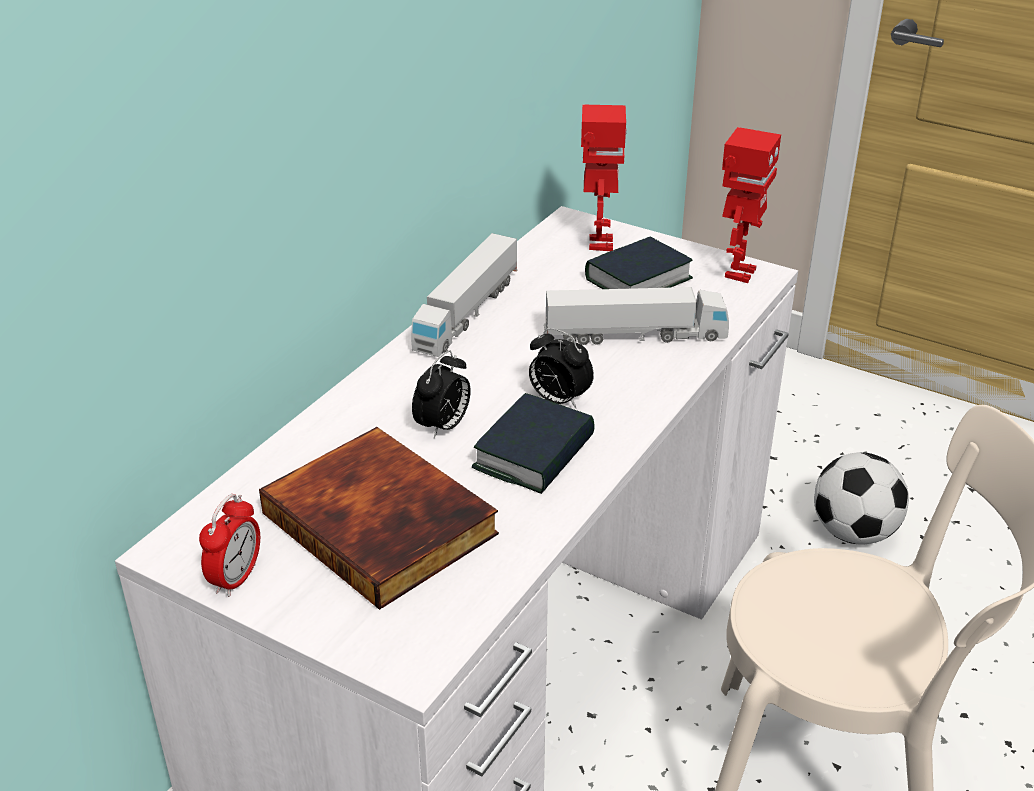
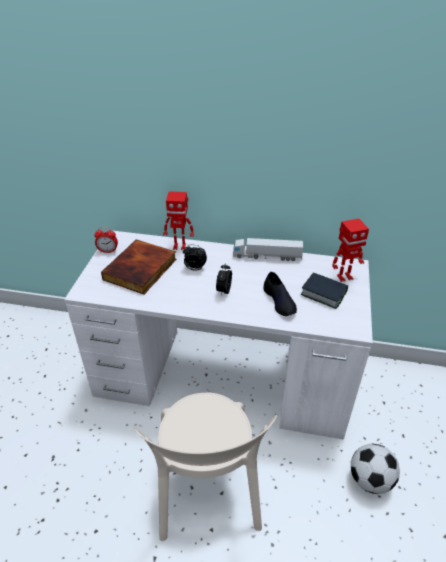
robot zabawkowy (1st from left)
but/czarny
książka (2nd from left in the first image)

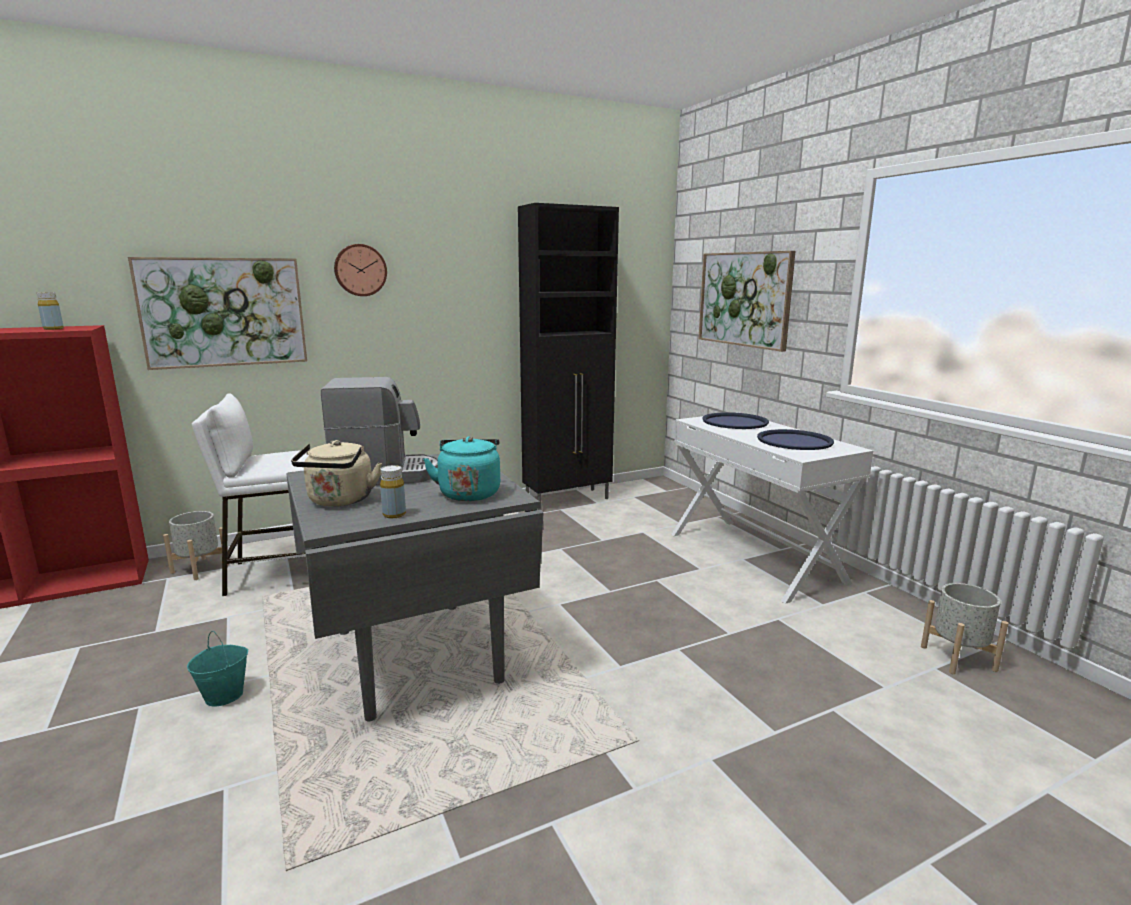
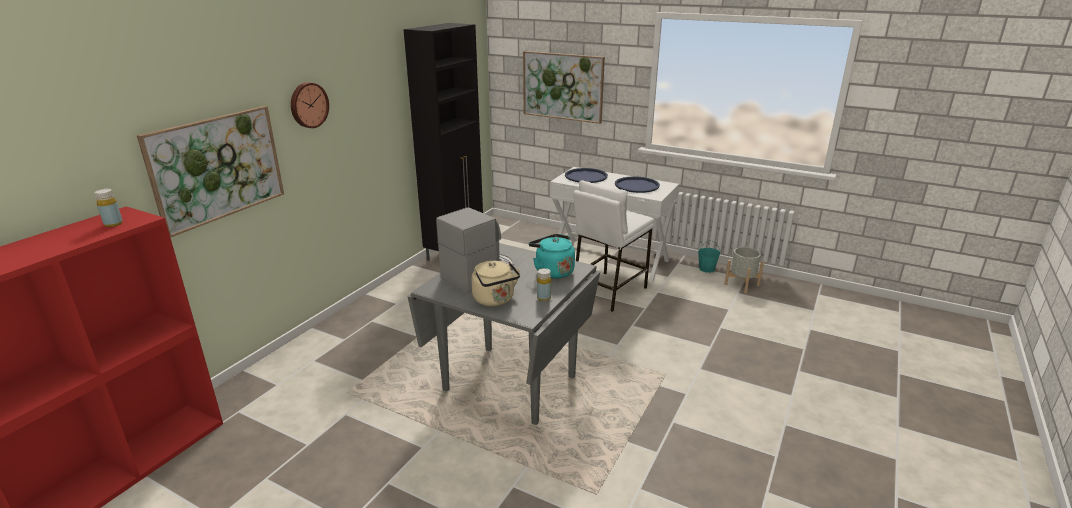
stołek/biały
donica/szary (1st from left in the first image)
wiadro/turkusowy

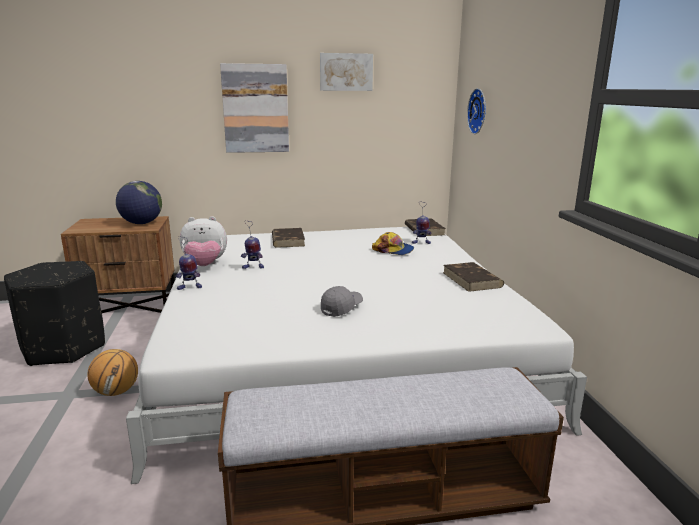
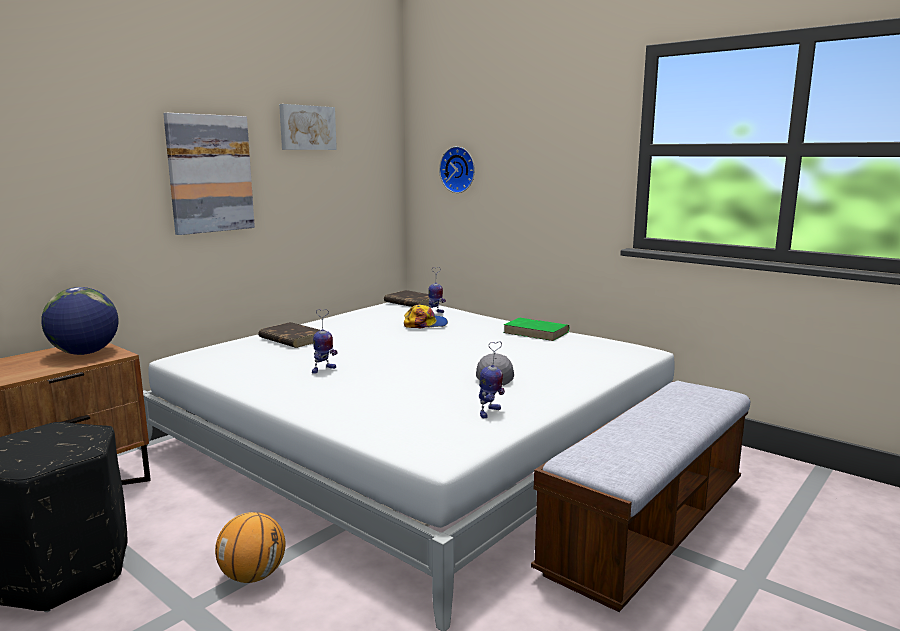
pluszak
robot zabawkowy (3rd from left)
książka/zielony

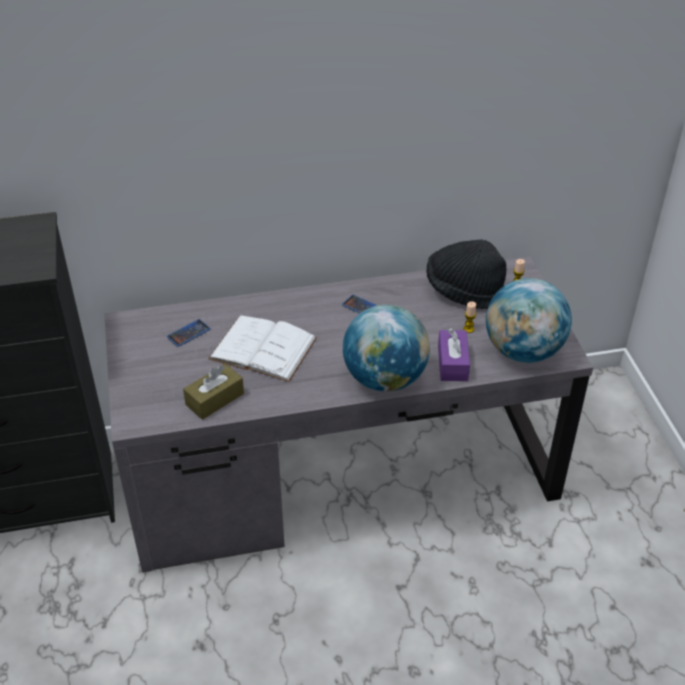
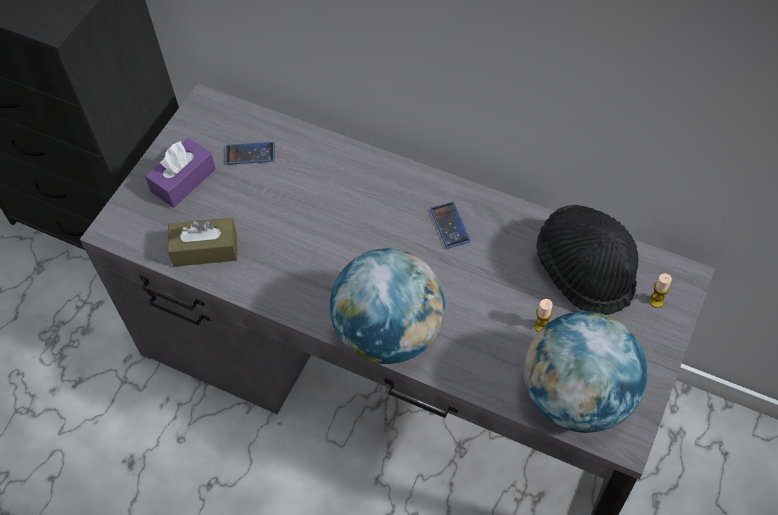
książka/biały
pudełko chusteczek/fioletowy

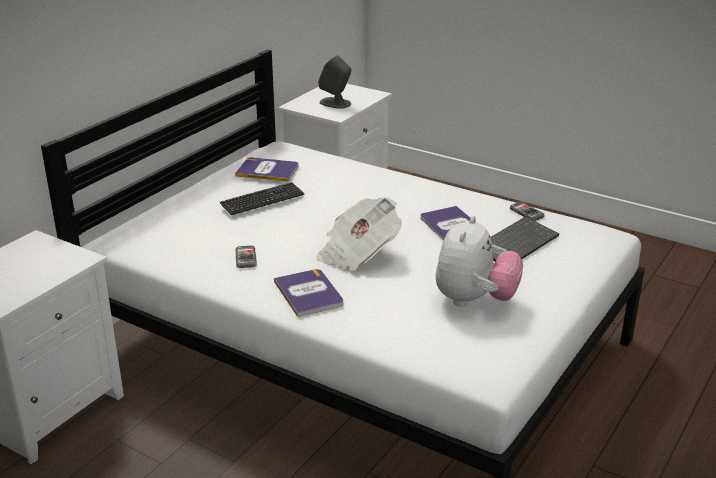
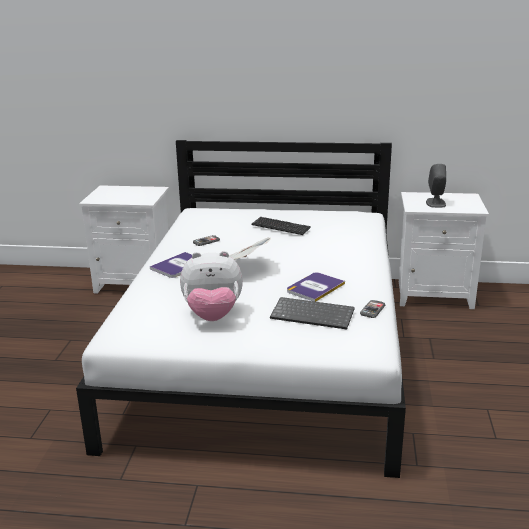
książka (1st from left in the first image)

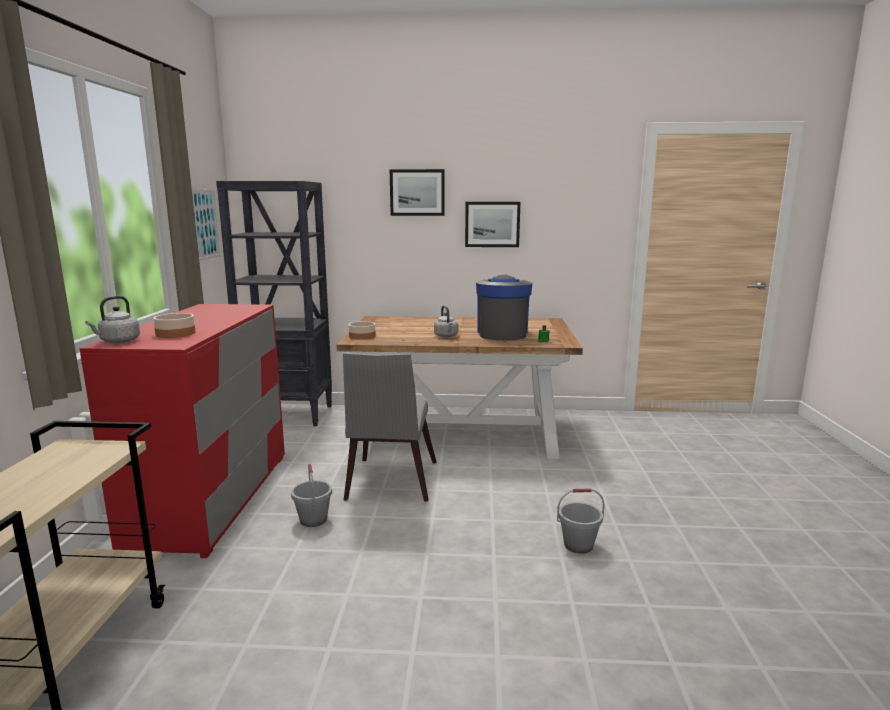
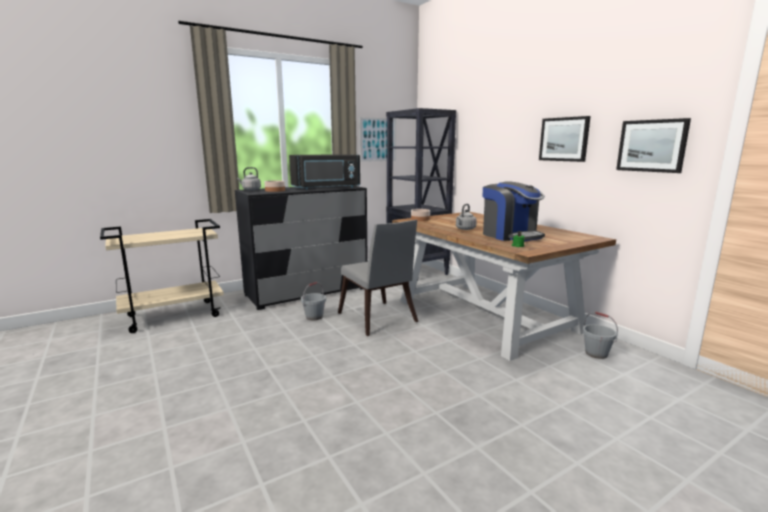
obraz (3rd from left)
ekspres do kawy
komoda/czarny
krzesło/szary
wiadro/szary (2nd from left)
mikrofalówka/czarny

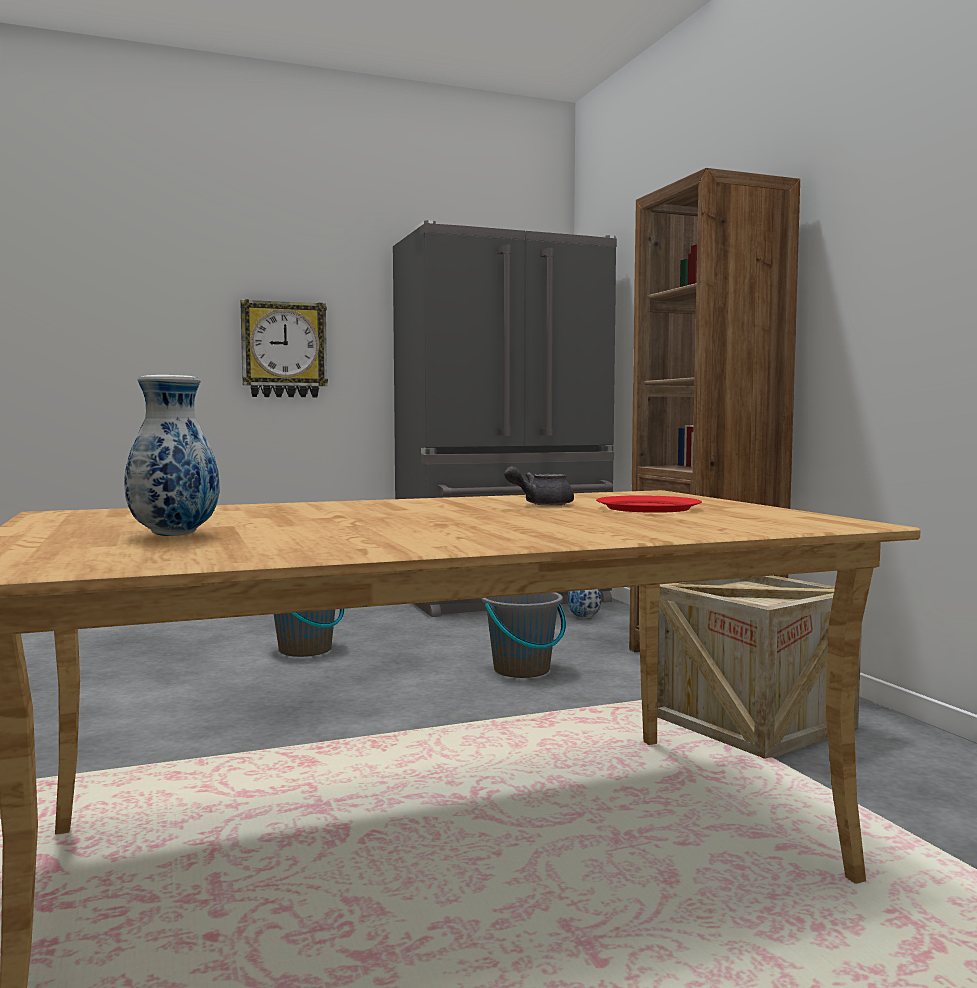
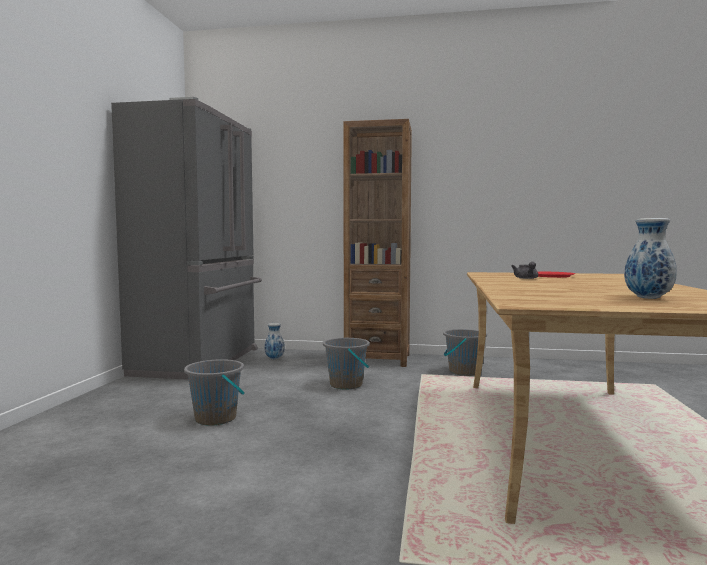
zegar ścienny
wiadro/szary (3rd from left)

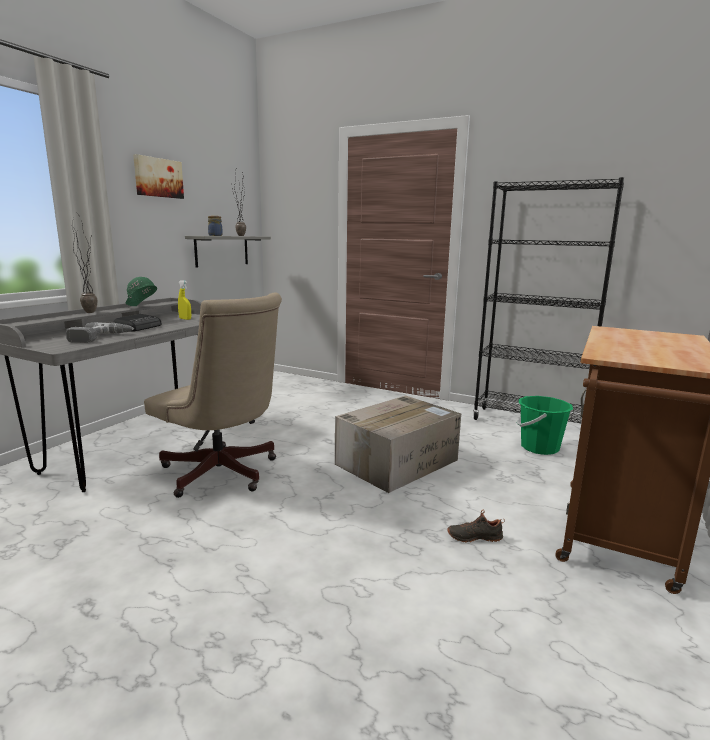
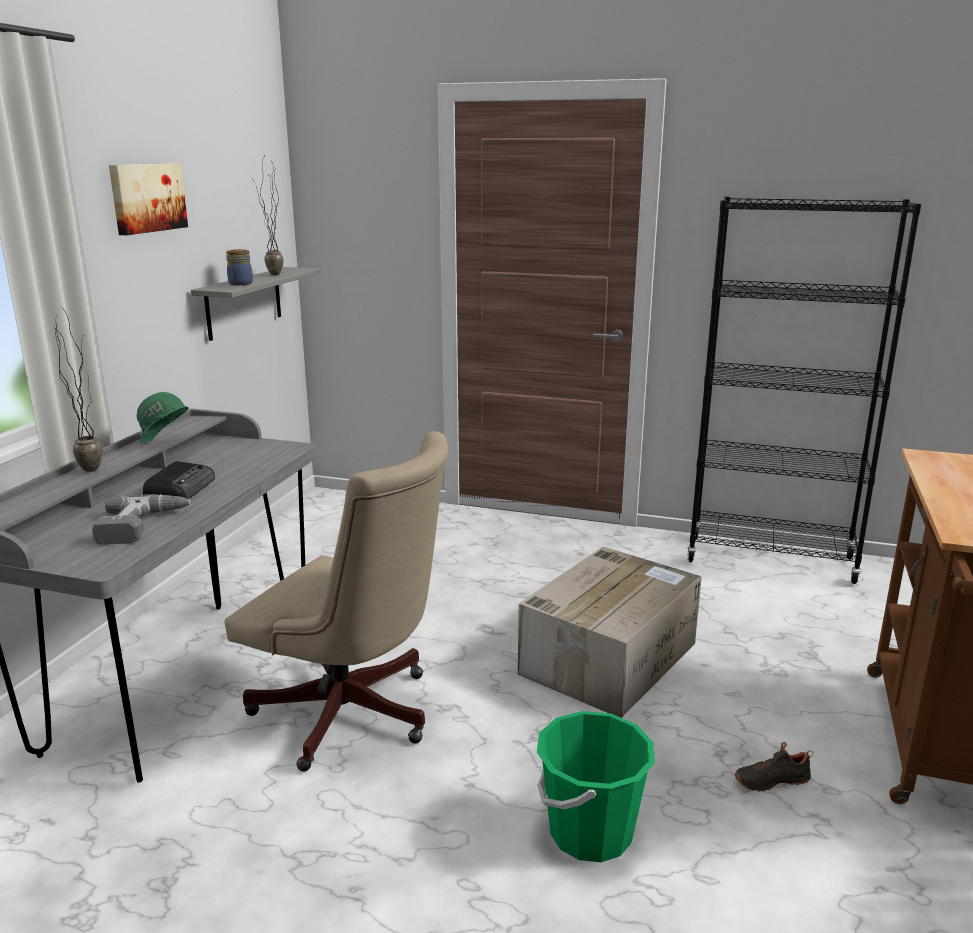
spryskiwacz/żółty
wiadro/zielony

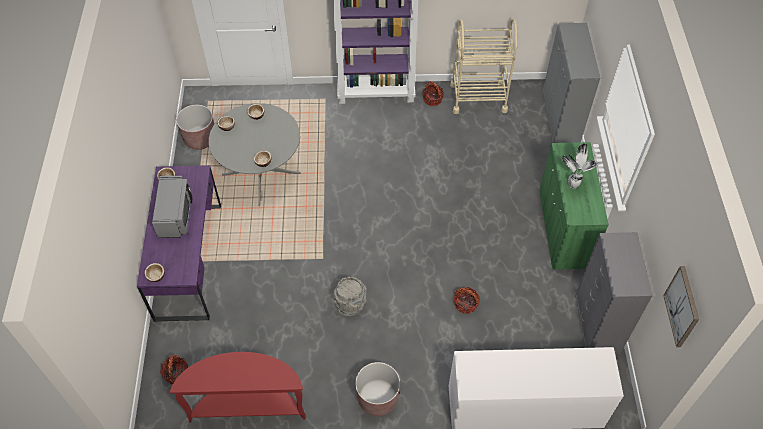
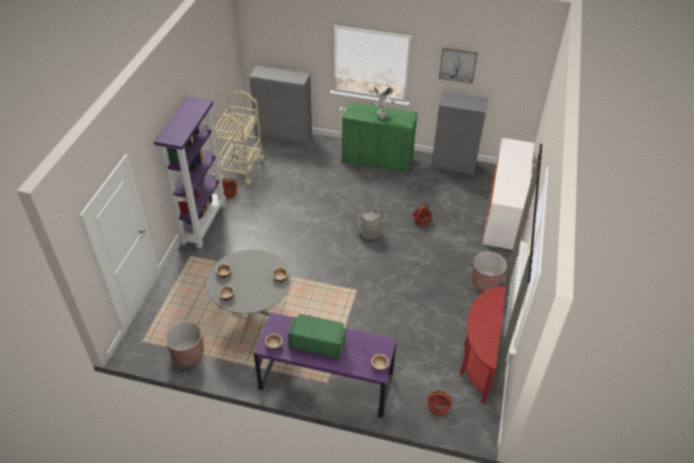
mikrofalówka/zielony
obraz
wiadro/szary

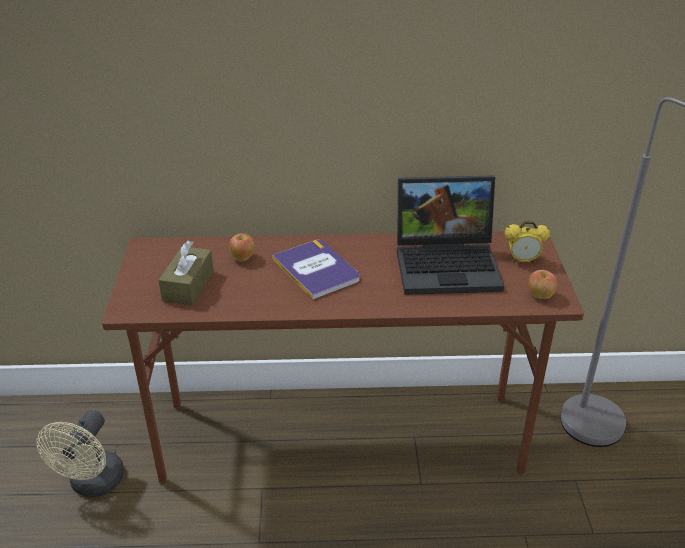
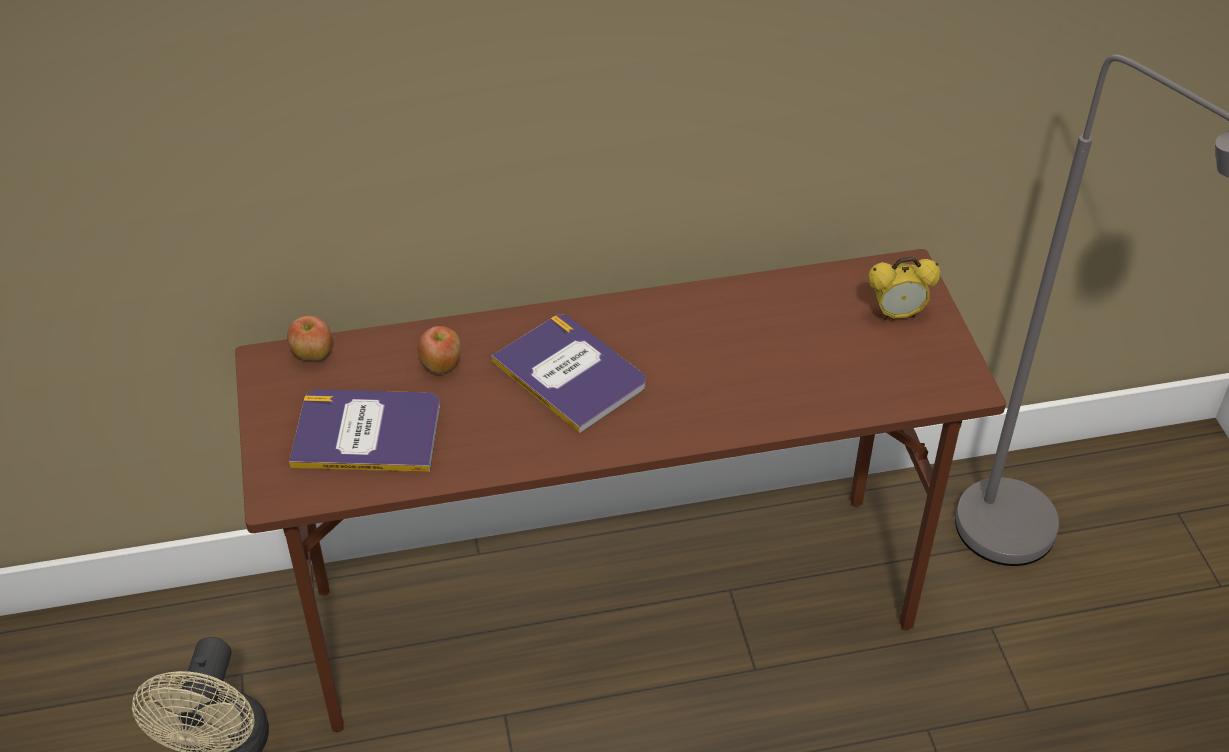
laptop
książka (1st from left)
jabłko (1st from left)

